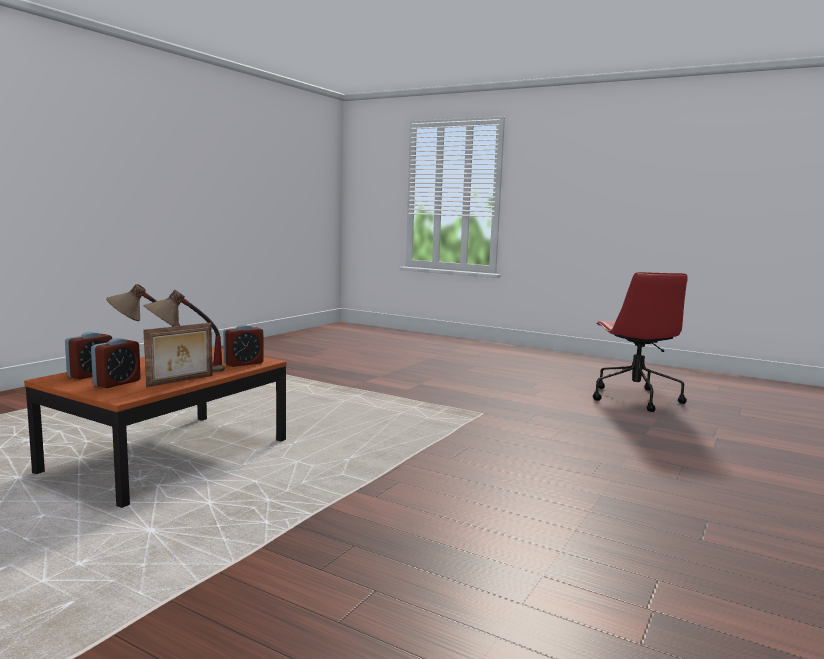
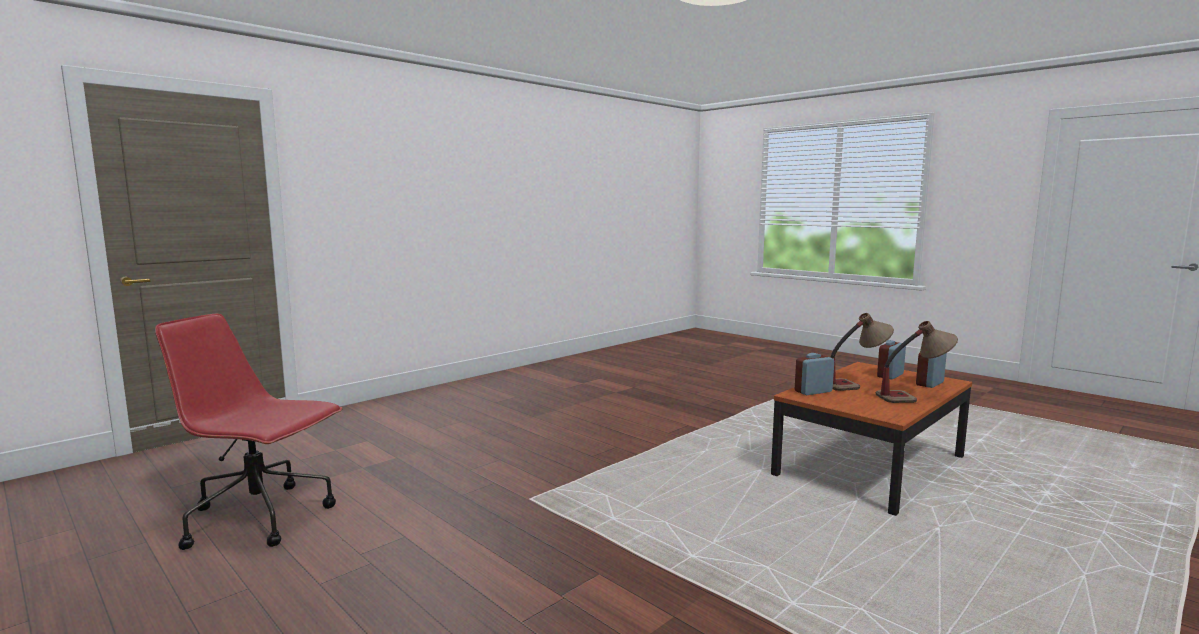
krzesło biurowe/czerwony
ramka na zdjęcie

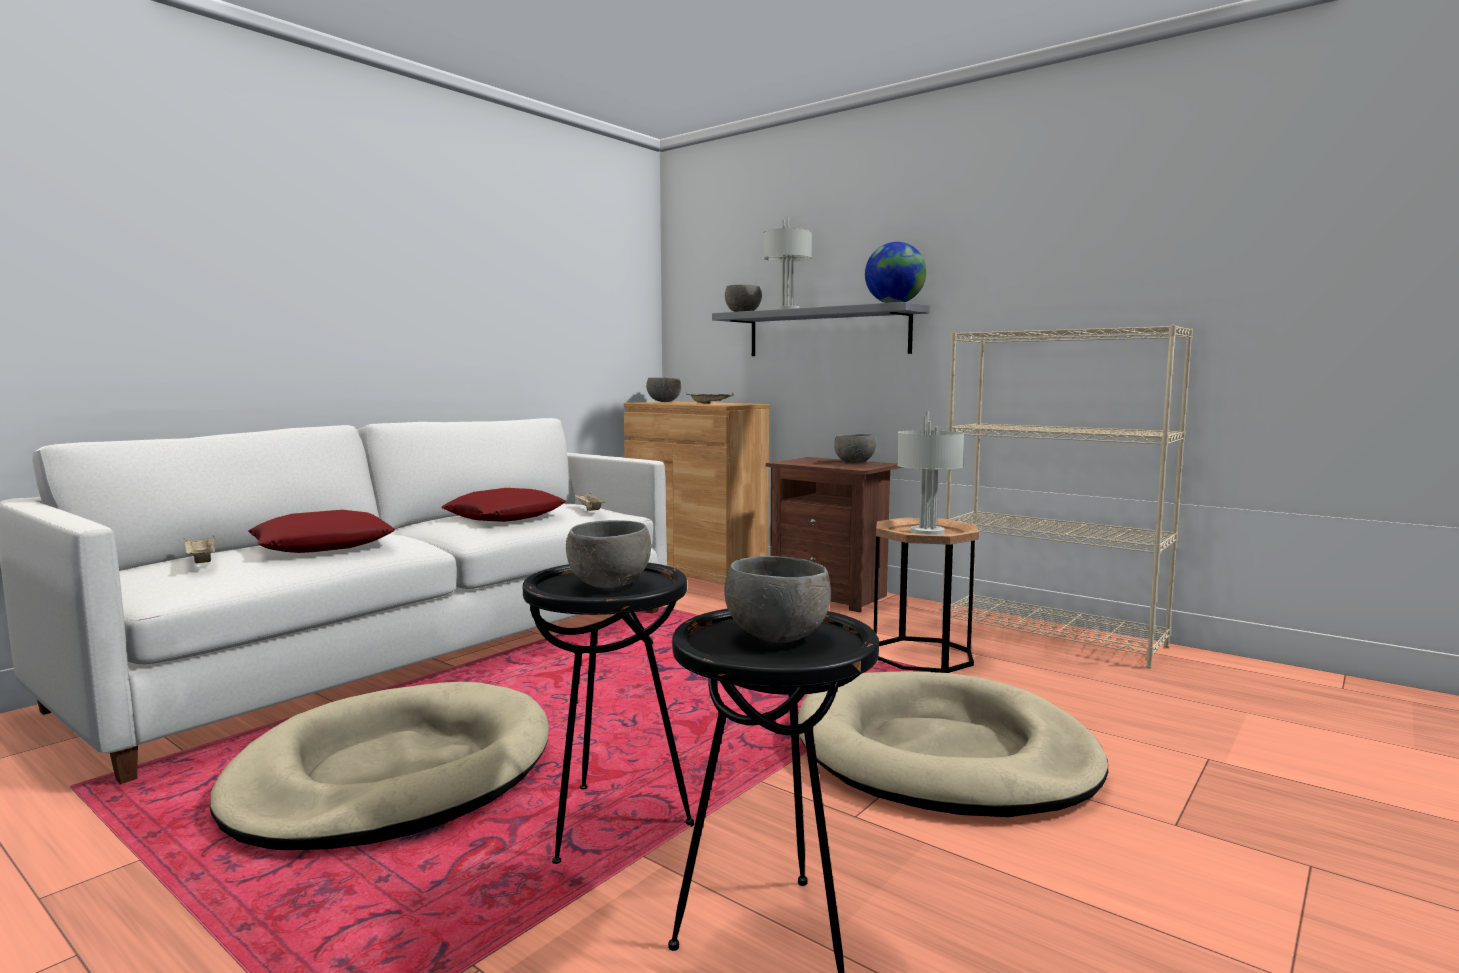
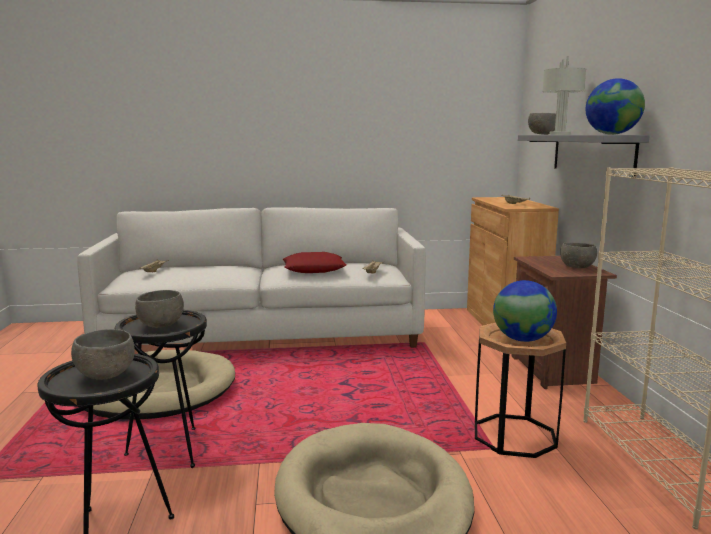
miska/szary (2nd from left in the first image)
globus (1st from left)
poduszka/czerwony (1st from left in the first image)

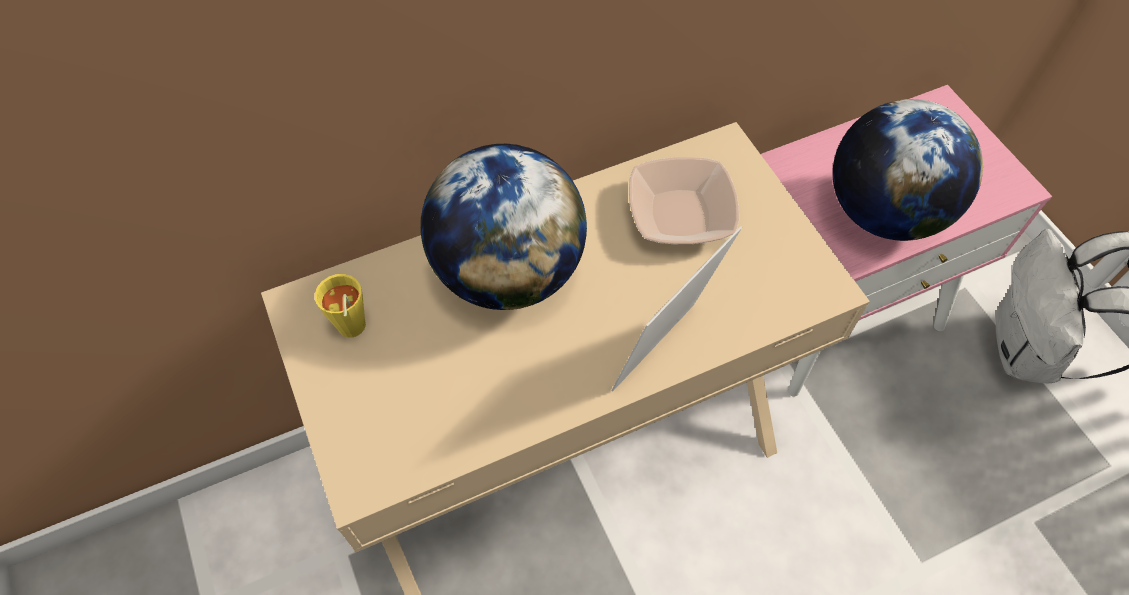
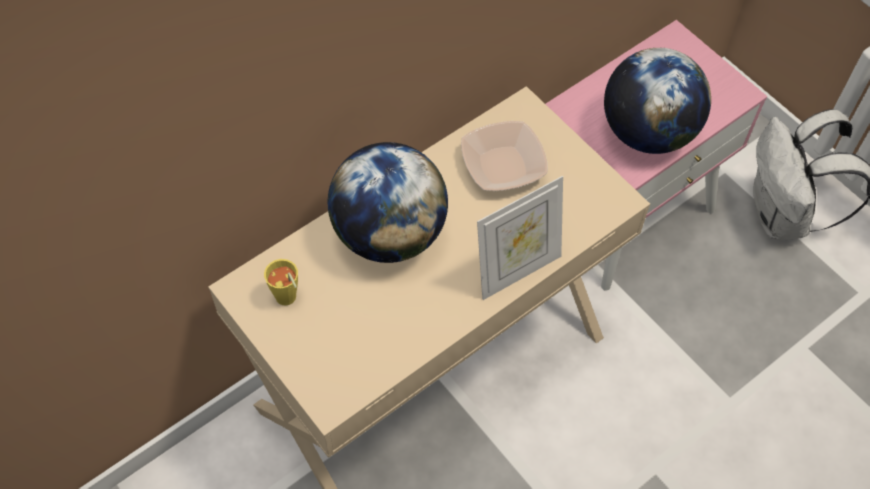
ramka na zdjęcie

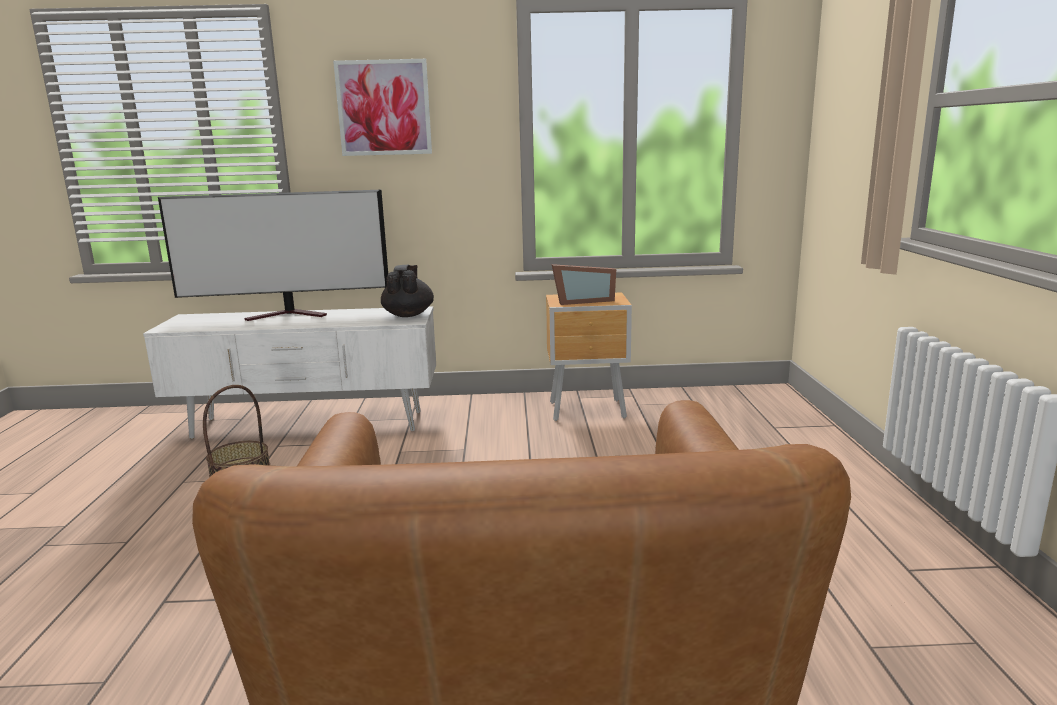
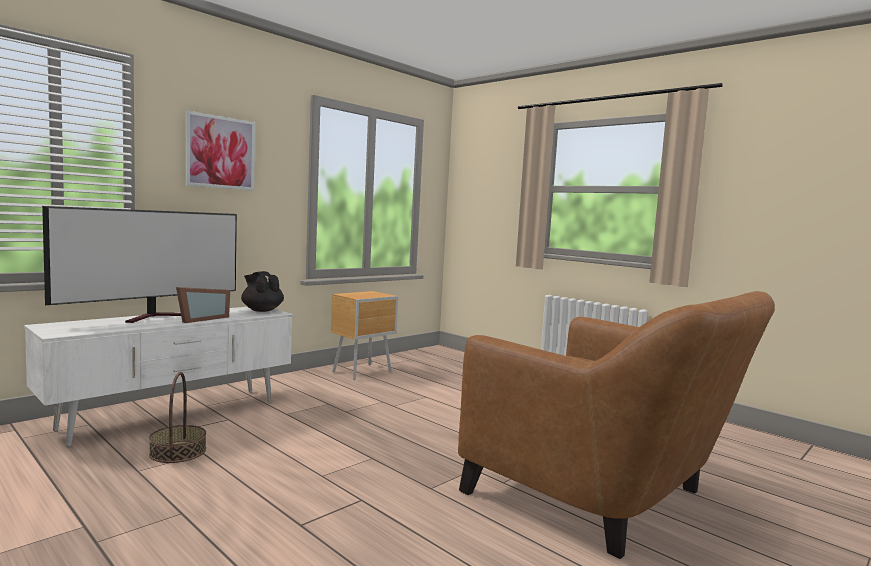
ramka na zdjęcie

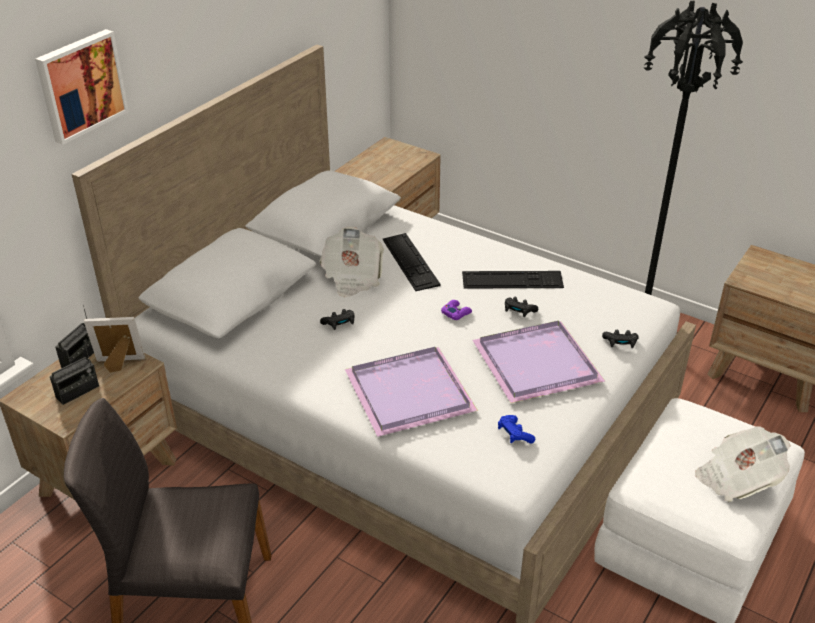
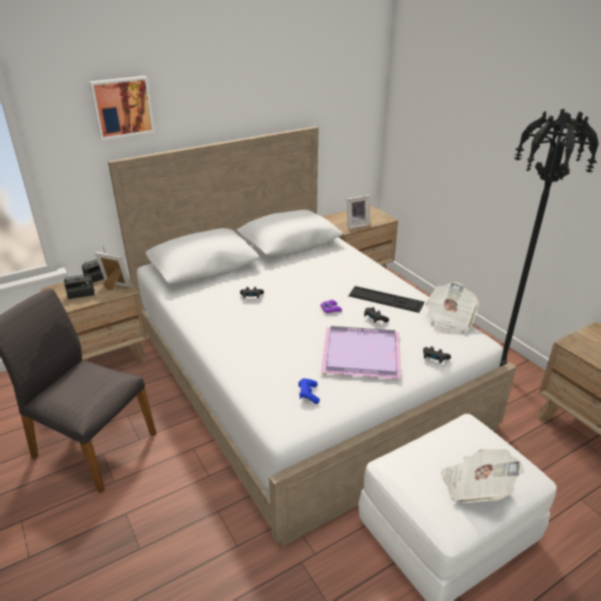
gazeta (1st from left)
klawiatura (1st from left in the first image)
taca/fioletowy (1st from left in the first image)
ramka na zdjęcie (2nd from left)

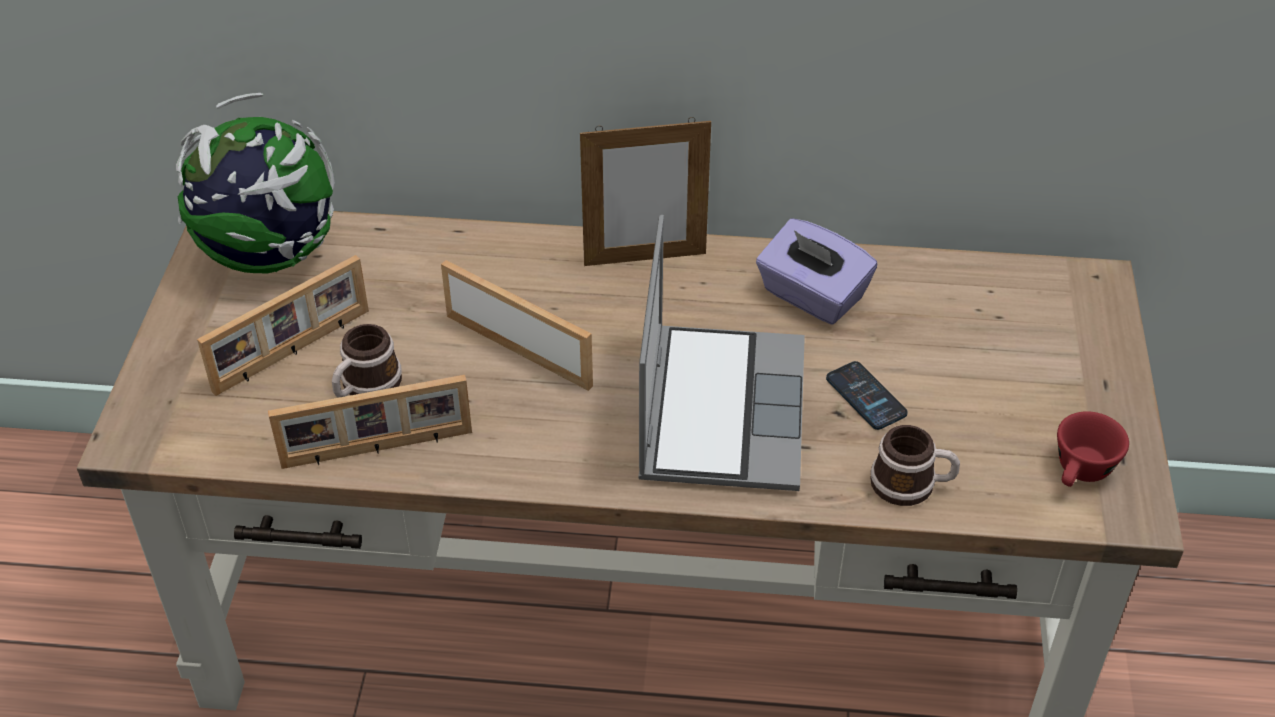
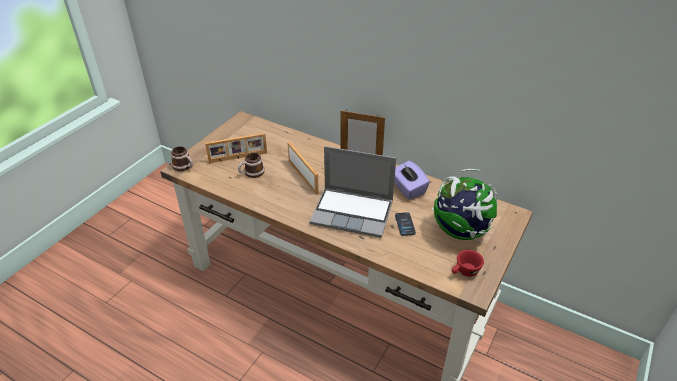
globus
laptop
ramka na zdjęcie (2nd from left in the first image)
kubek (1st from left)

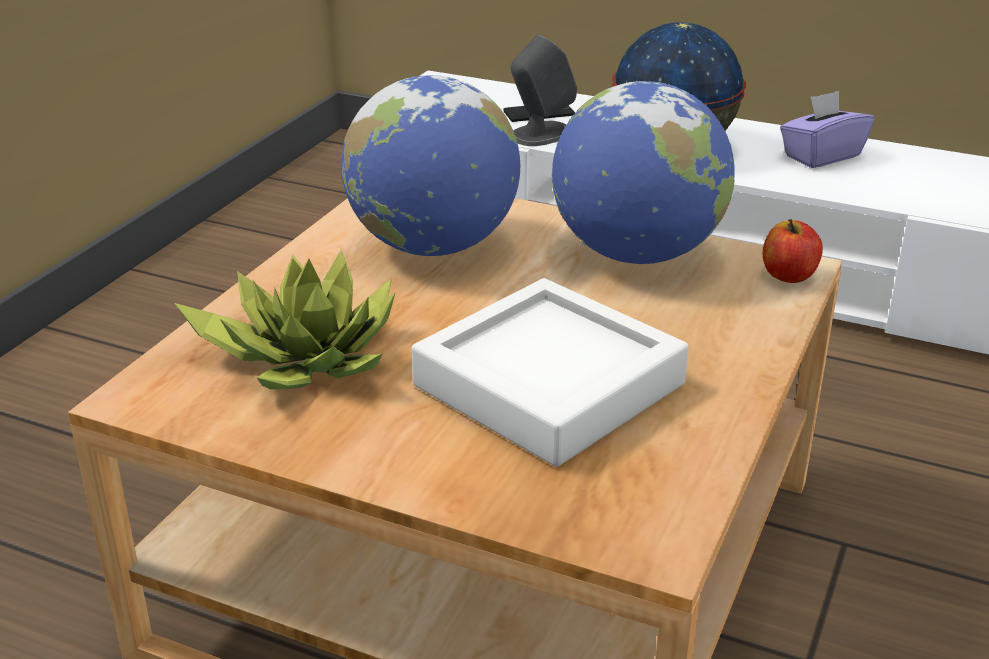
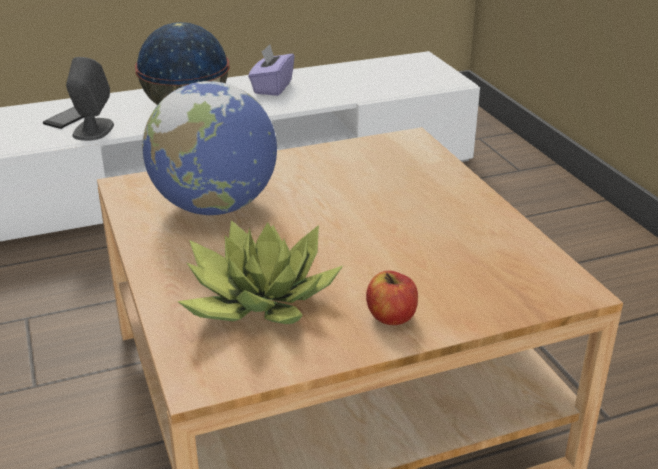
globus (2nd from left in the first image)
jabłko
taca/biały

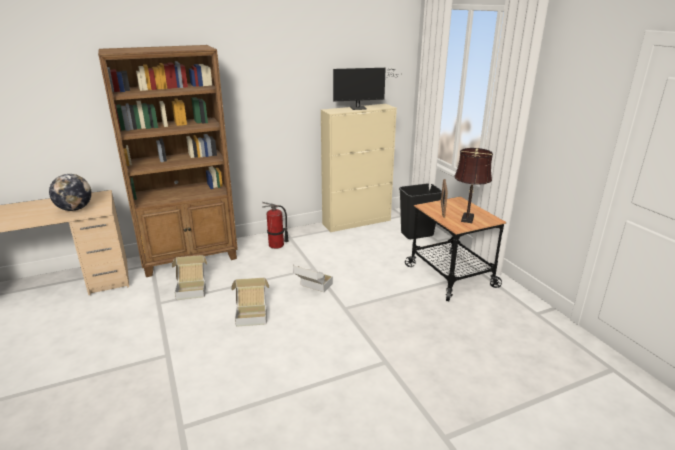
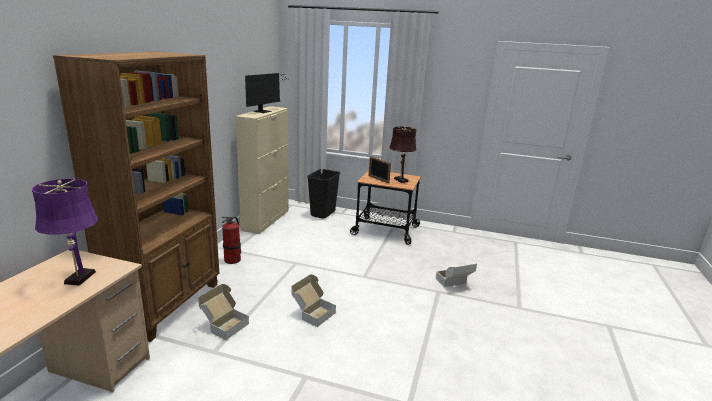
lampa stołowa/fioletowy
karton (3rd from left)

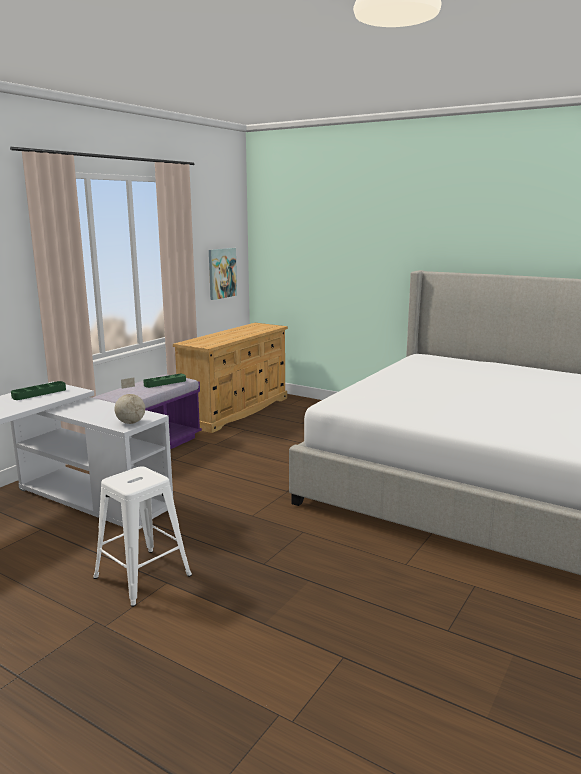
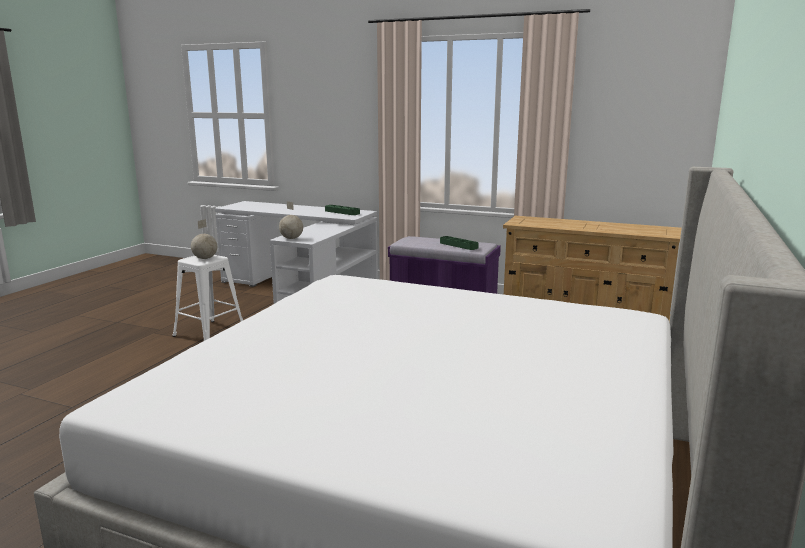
obraz
globus (1st from left)

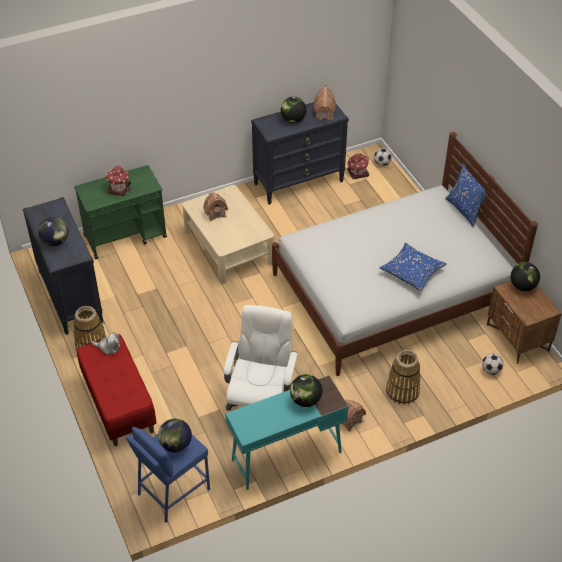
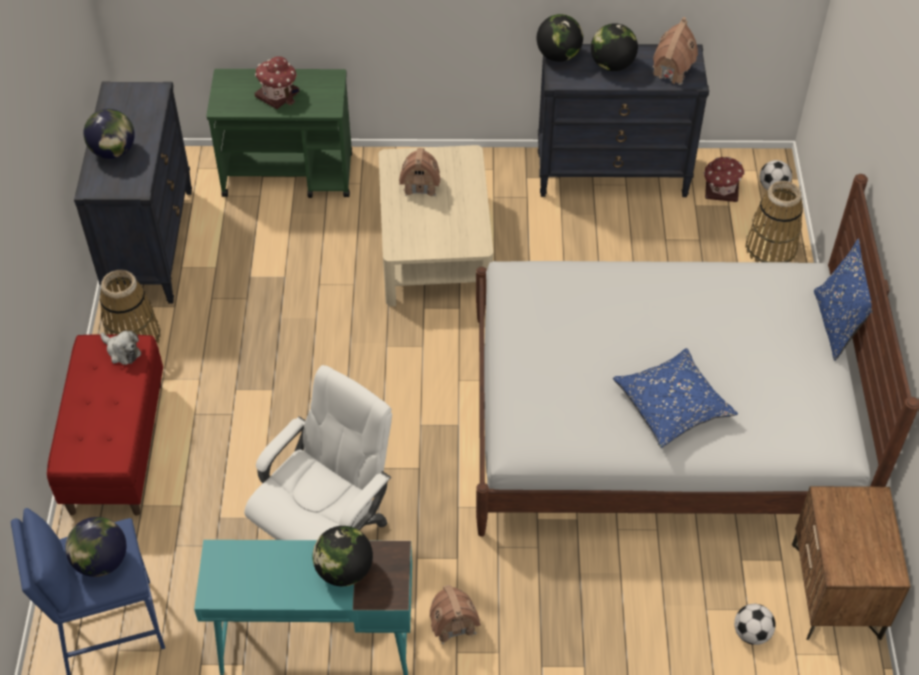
globus (4th from left)
koszyk (2nd from left)

